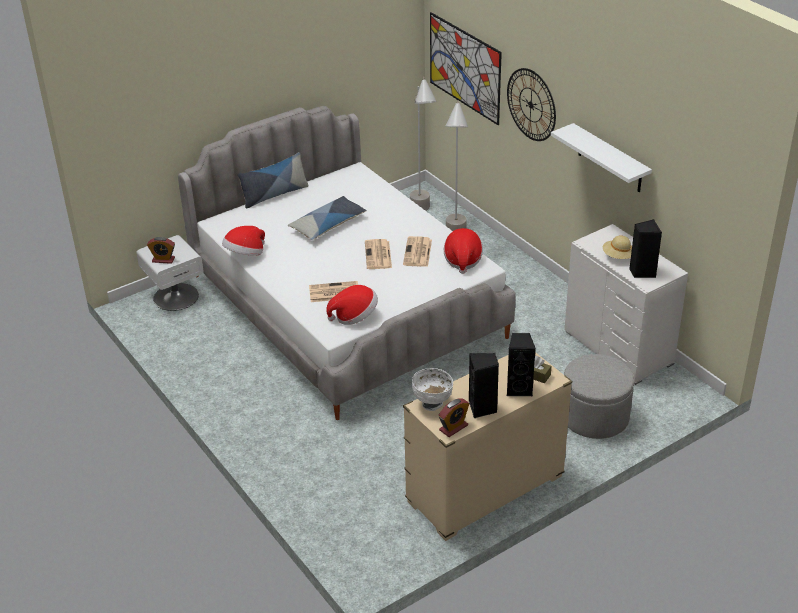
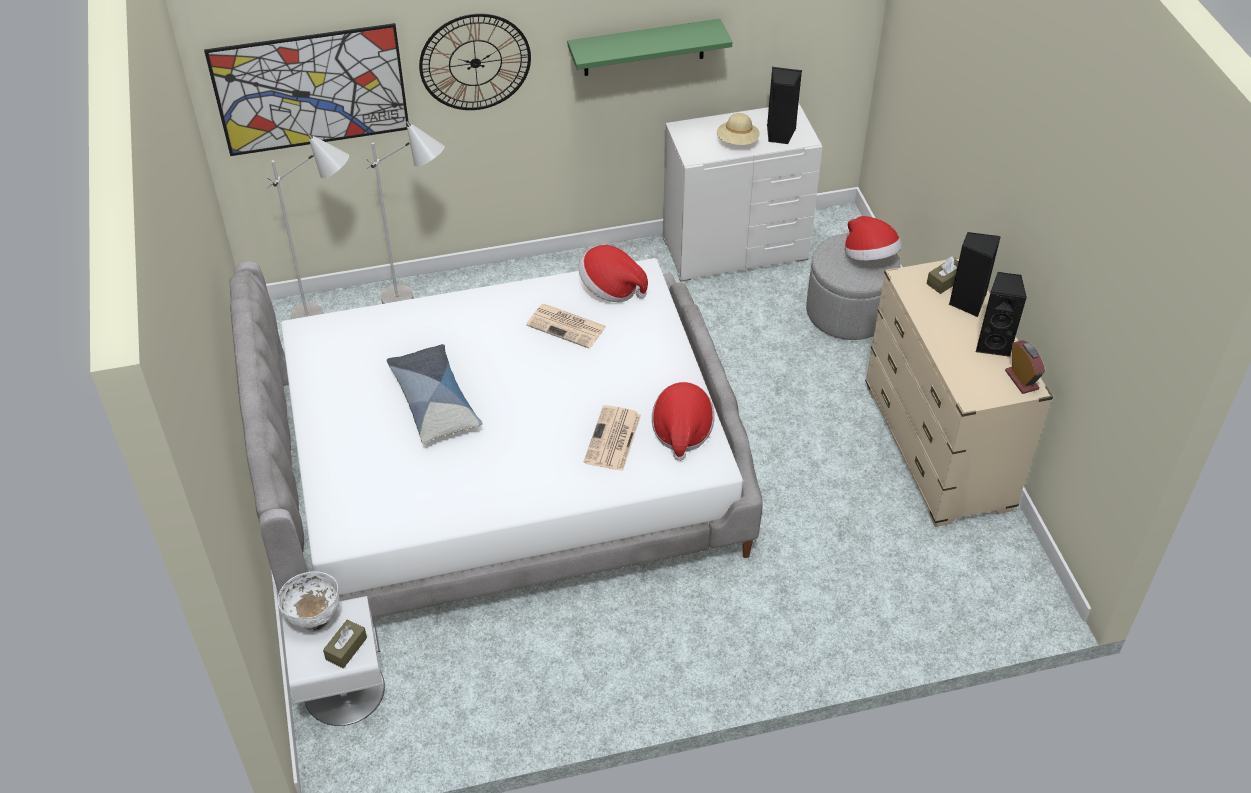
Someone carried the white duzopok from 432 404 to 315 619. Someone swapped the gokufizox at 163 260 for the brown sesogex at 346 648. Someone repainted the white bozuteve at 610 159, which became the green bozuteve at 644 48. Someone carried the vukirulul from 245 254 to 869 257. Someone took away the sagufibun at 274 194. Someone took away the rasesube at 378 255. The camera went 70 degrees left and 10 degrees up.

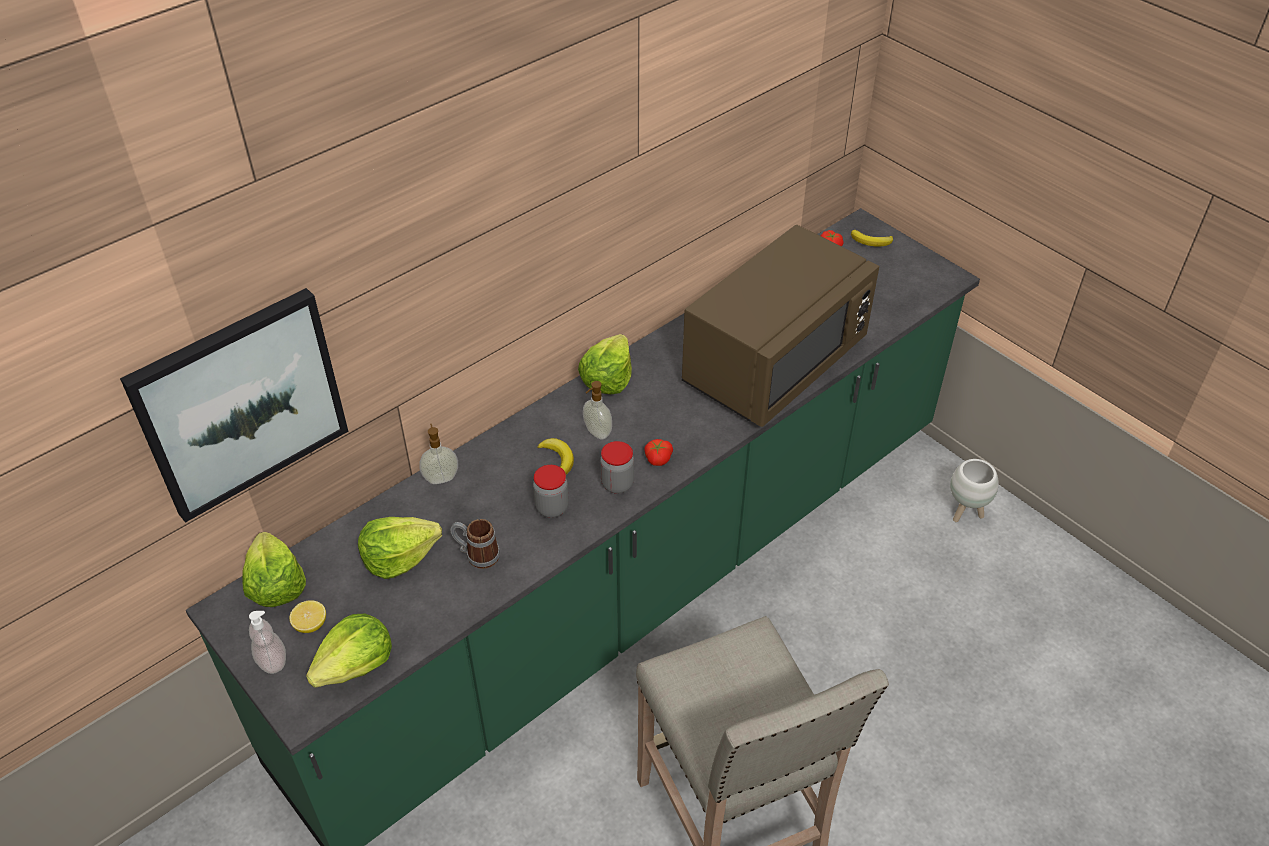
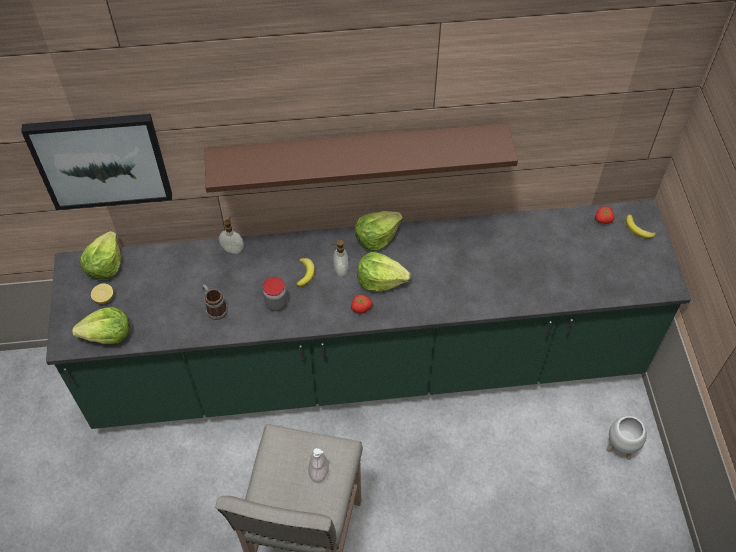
Someone put up the brown bozuteve at 358 153. Someone carried the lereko from 272 661 to 318 472. Someone carried the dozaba from 399 557 to 380 280. Someone took away the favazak at 617 484. Someone took away the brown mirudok at 774 363. The camera went 35 degrees right and 10 degrees up.

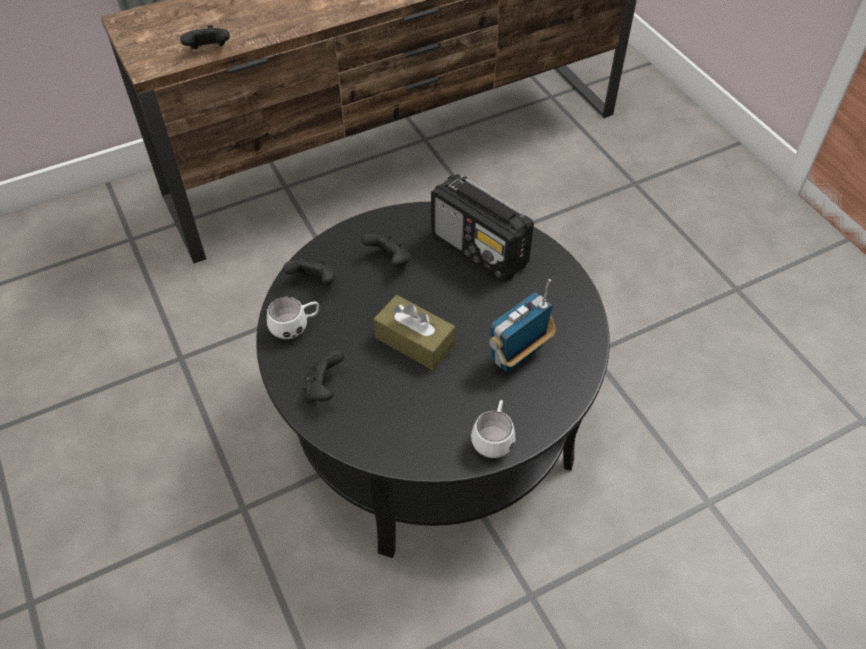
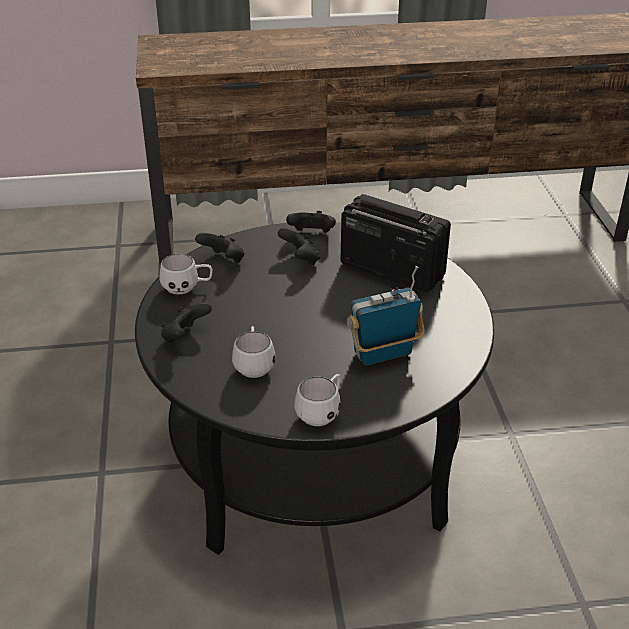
Someone put down the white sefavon at 254 365. Someone carried the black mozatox from 209 51 to 312 235. Someone rotated the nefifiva at 479 250 by 150 degrees clockwise. Someone took away the brown sesogex at 414 341. The camera went 20 degrees right and 15 degrees down.

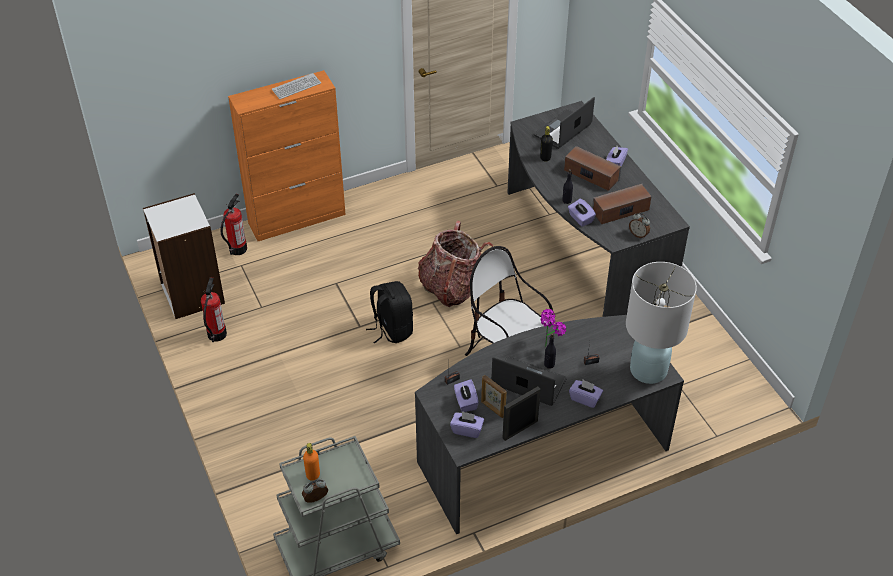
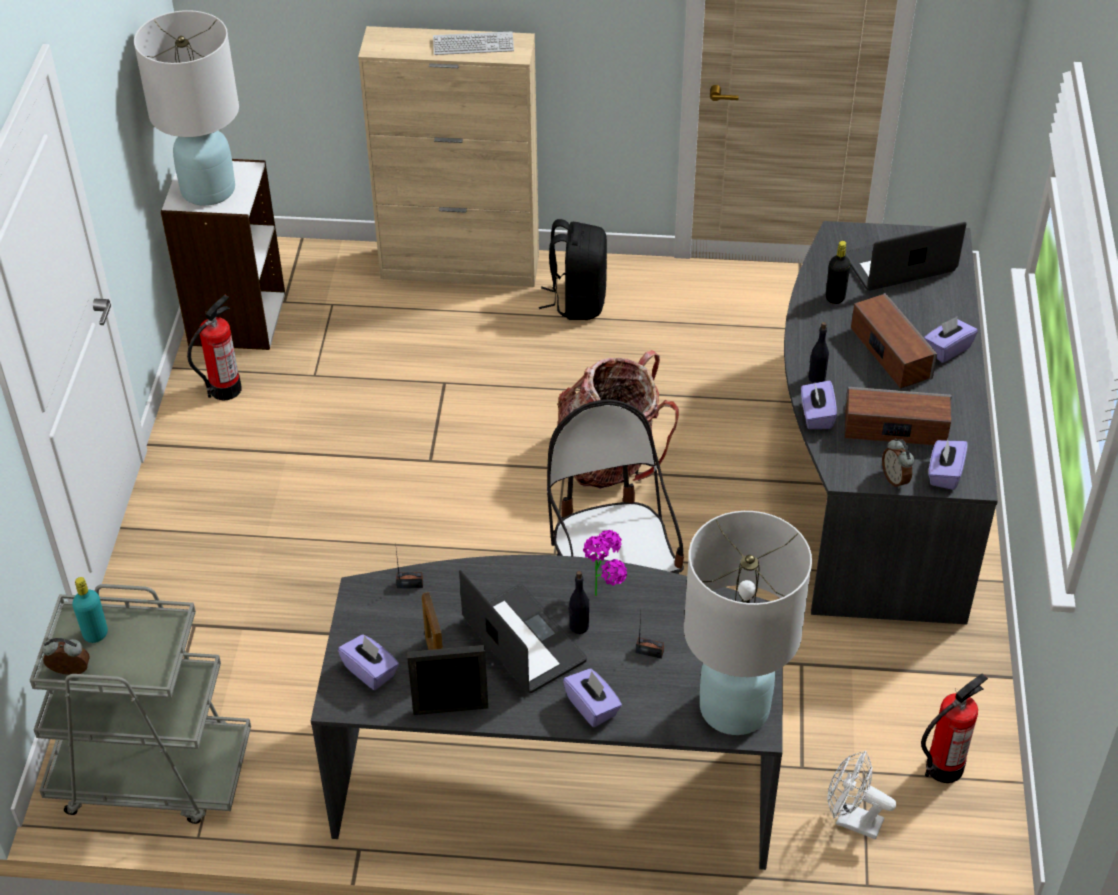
Someone repainted the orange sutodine at 313 475, which became the turquoise sutodine at 95 634. Someone put down the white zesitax at 208 189. Someone repainted the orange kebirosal at 297 218, which became the beige kebirosal at 461 267. Someone carried the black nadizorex from 392 329 to 577 301. Someone put down the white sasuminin at 851 820. Someone carried the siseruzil from 237 249 to 944 767. Someone carried the purple sesogex from 465 402 to 944 474. The camera went 30 degrees right and 0 degrees up.

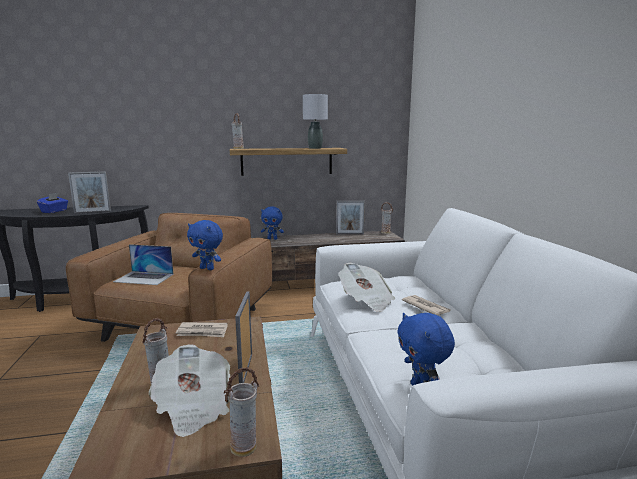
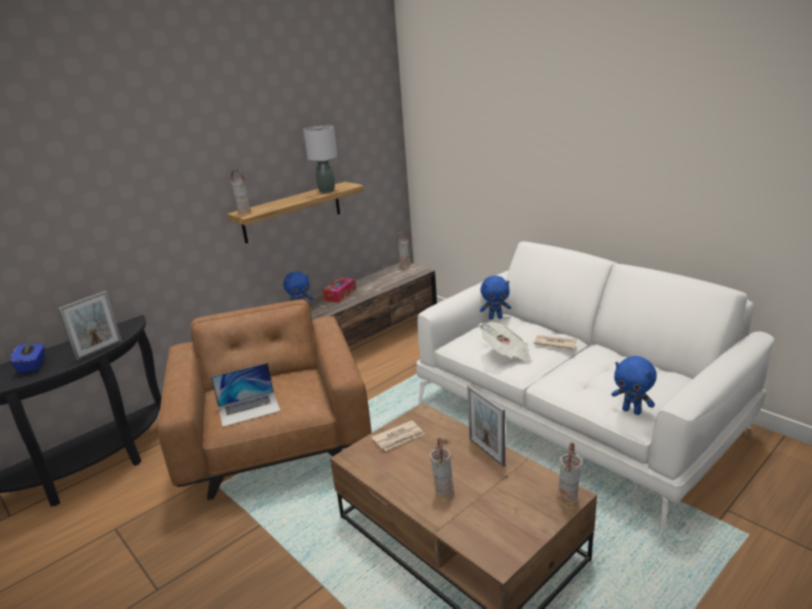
Someone put down the sesogex at 340 294. Someone carried the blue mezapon from 207 268 to 495 318. Someone took away the rasesube at 193 407. Someone took away the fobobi at 349 234. The camera went 30 degrees left and 10 degrees up.

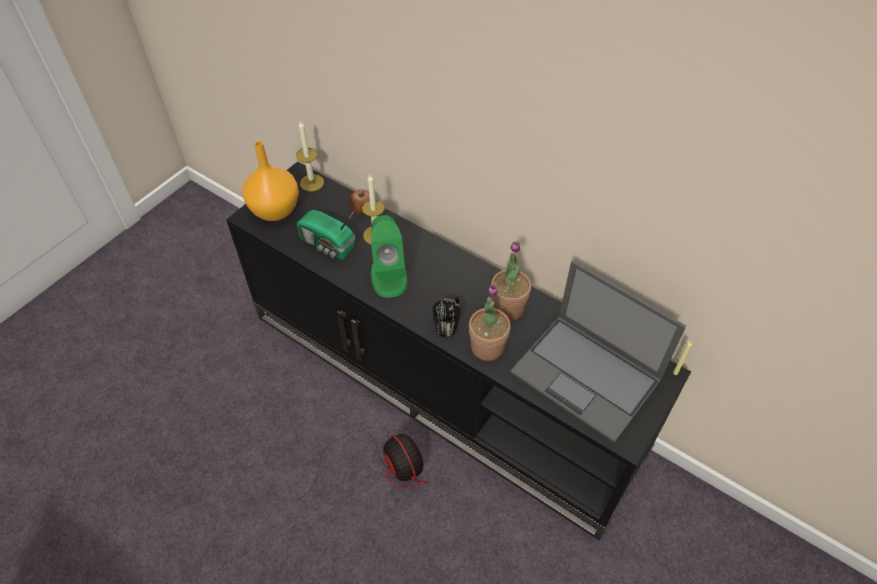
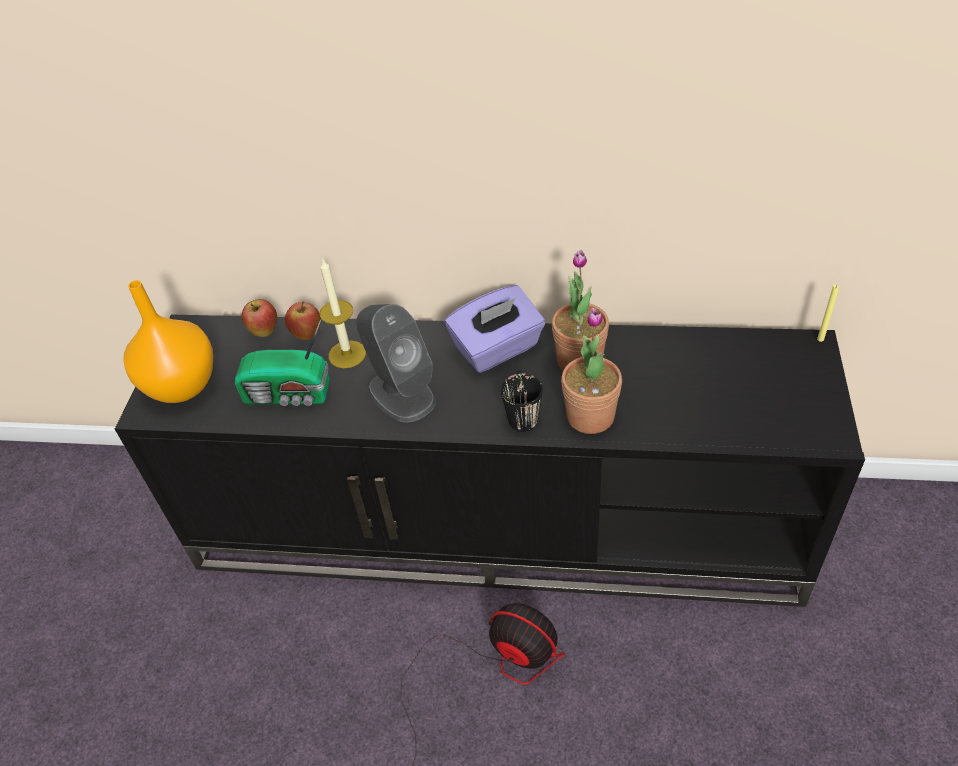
Someone put down the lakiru at 264 332. Someone repainted the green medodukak at 389 276, which became the grey medodukak at 401 393. Someone put down the purple sesogex at 497 349. Someone took away the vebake at 312 183. Someone took away the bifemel at 587 376. The camera went 25 degrees left and 5 degrees down.

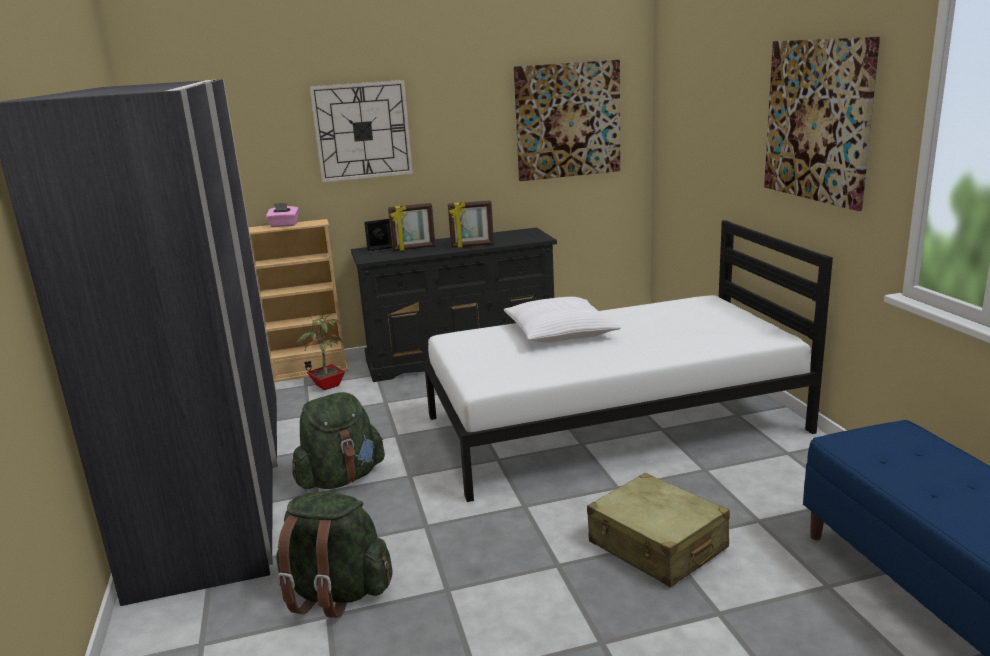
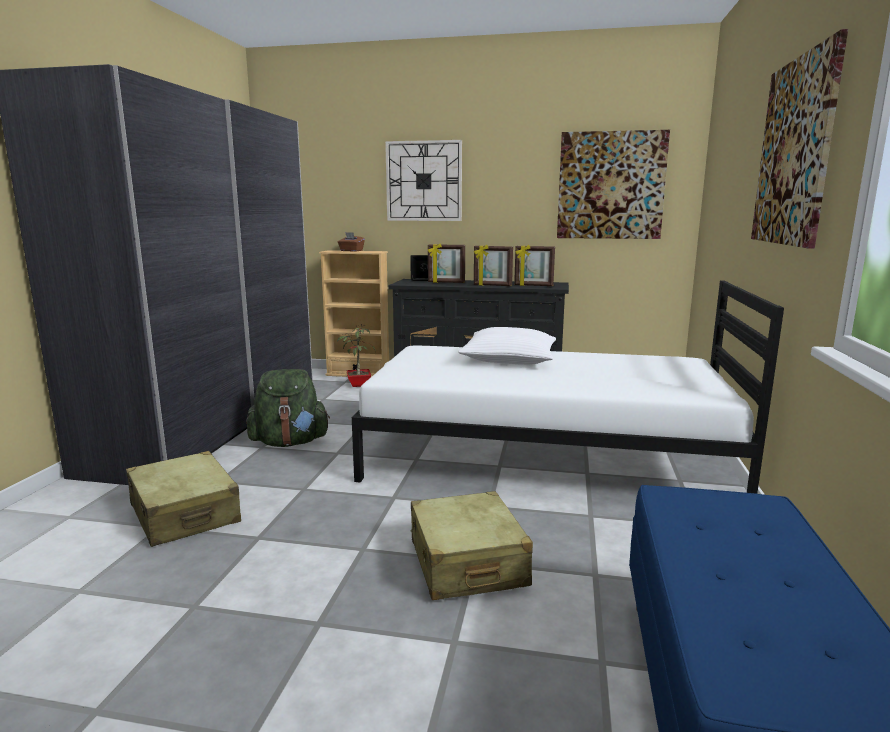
Someone swapped the green nadizorex at 335 593 for the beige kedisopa at 185 514. Someone repainted the pink sesogex at 284 225, which became the brown sesogex at 351 251. Someone put down the fobobi at 533 285. The camera went 25 degrees right and 5 degrees down.

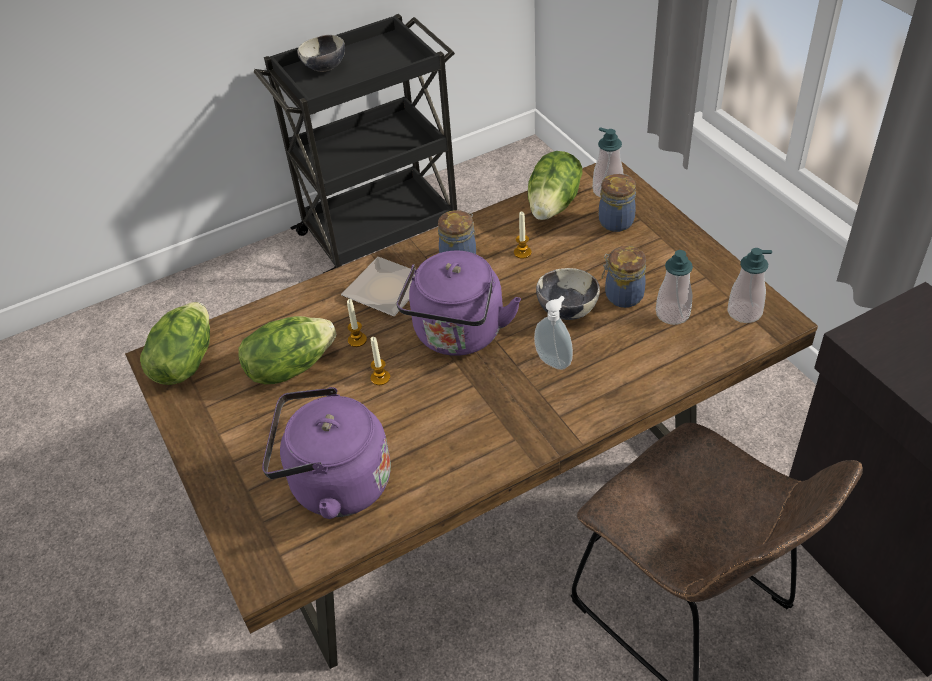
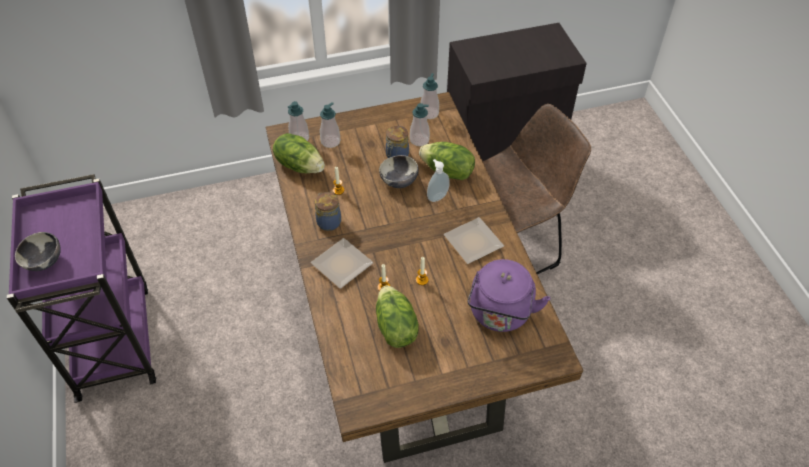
Someone repainted the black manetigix at 381 231, which became the purple manetigix at 114 339. Someone swapped the favazak at 616 221 for the lereko at 330 141. Someone carried the dozaba from 184 362 to 447 172. Someone put down the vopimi at 471 242. Someone took away the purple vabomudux at 458 336. The camera went 80 degrees left and 5 degrees up.

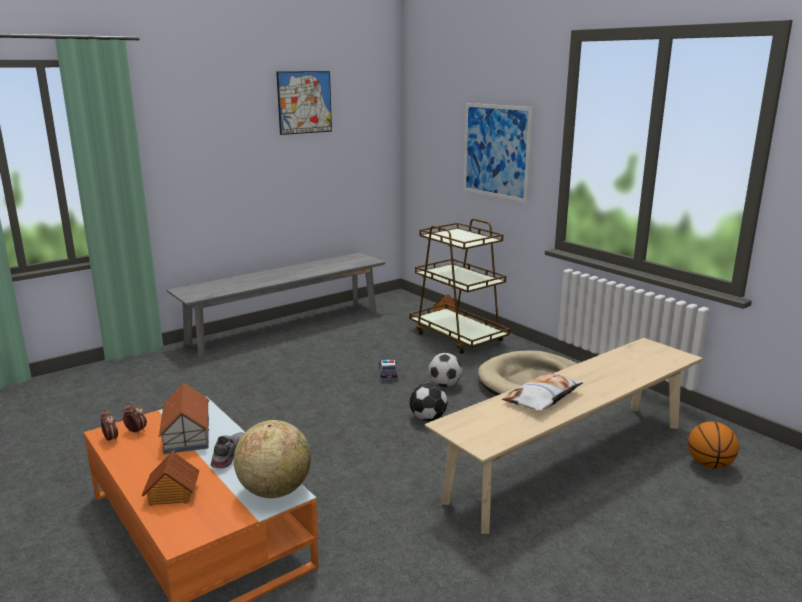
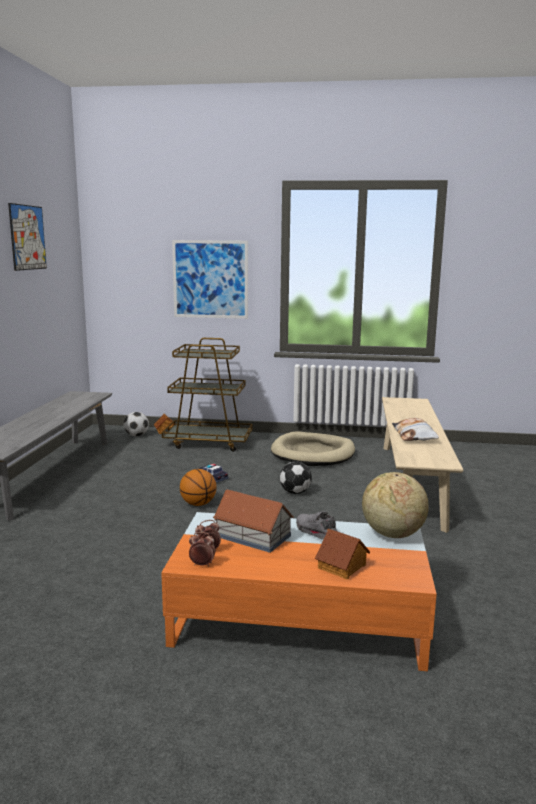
Someone carried the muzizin from 444 385 to 136 435. Someone carried the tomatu from 709 465 to 198 504. The camera went 45 degrees left and 5 degrees down.

